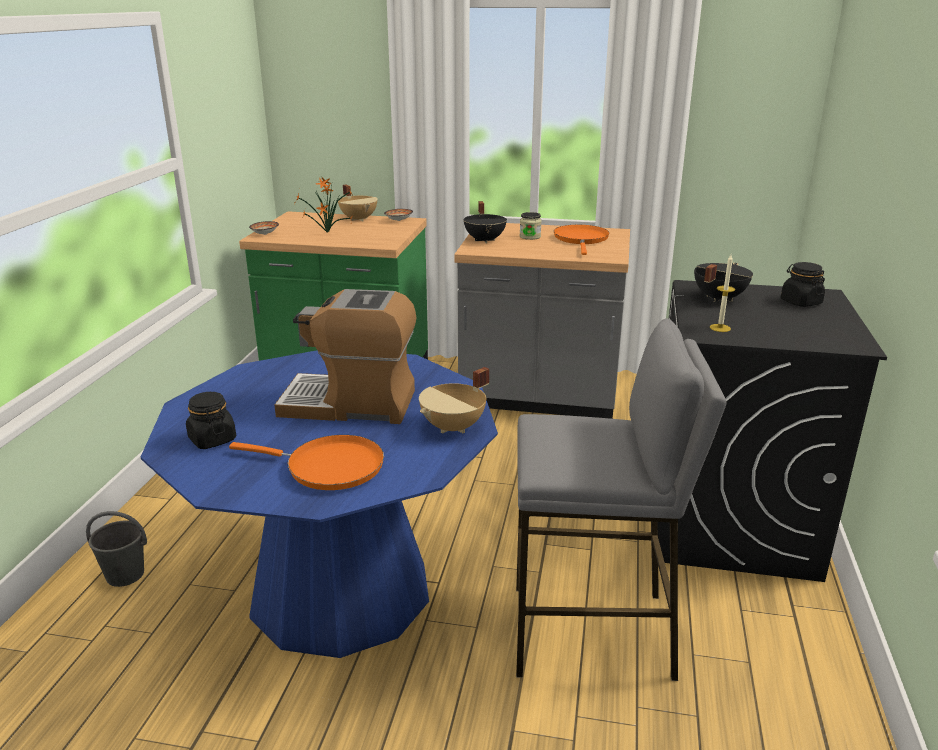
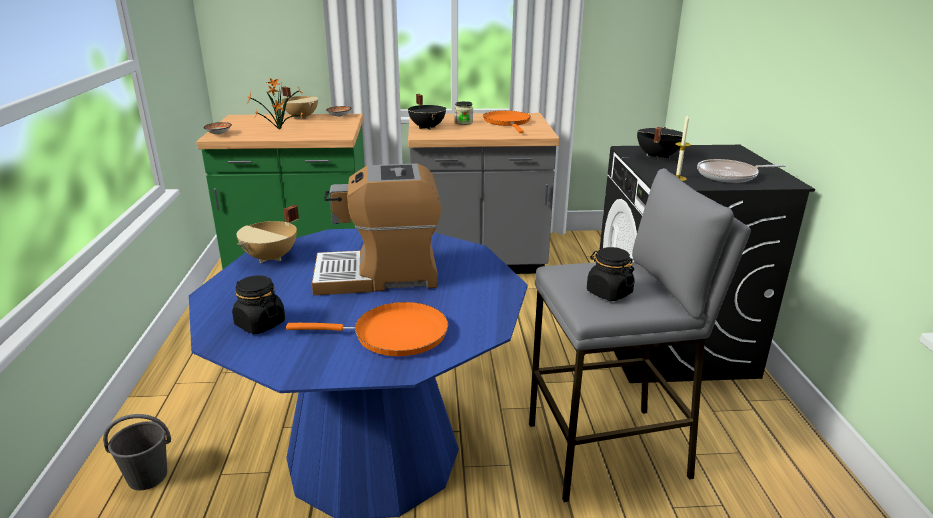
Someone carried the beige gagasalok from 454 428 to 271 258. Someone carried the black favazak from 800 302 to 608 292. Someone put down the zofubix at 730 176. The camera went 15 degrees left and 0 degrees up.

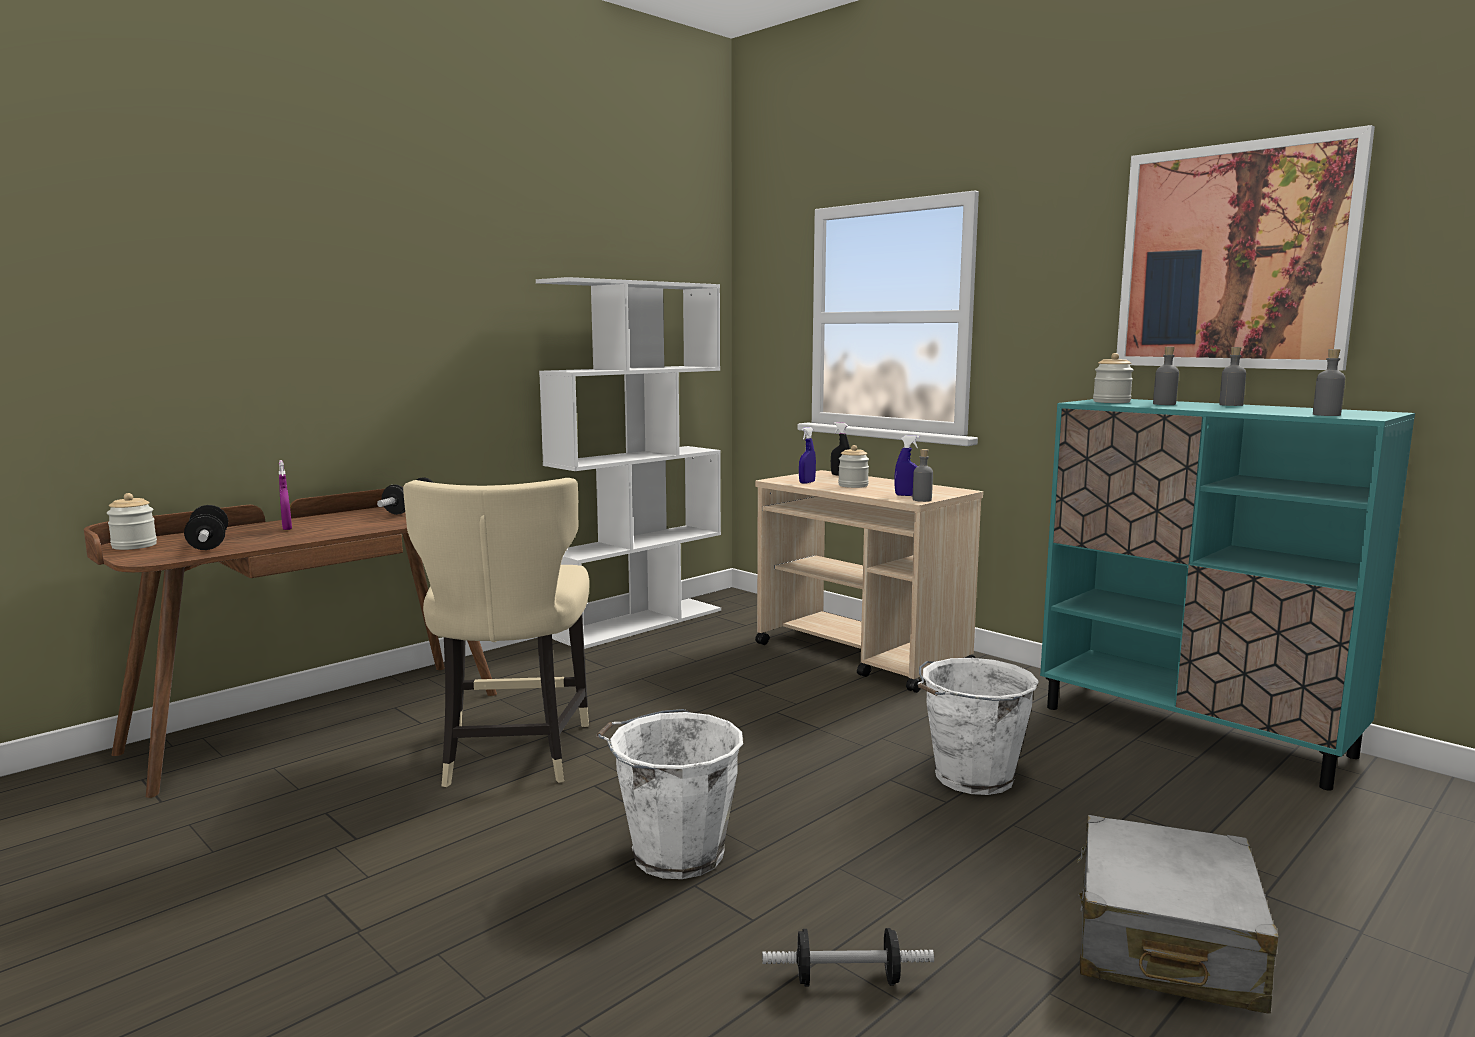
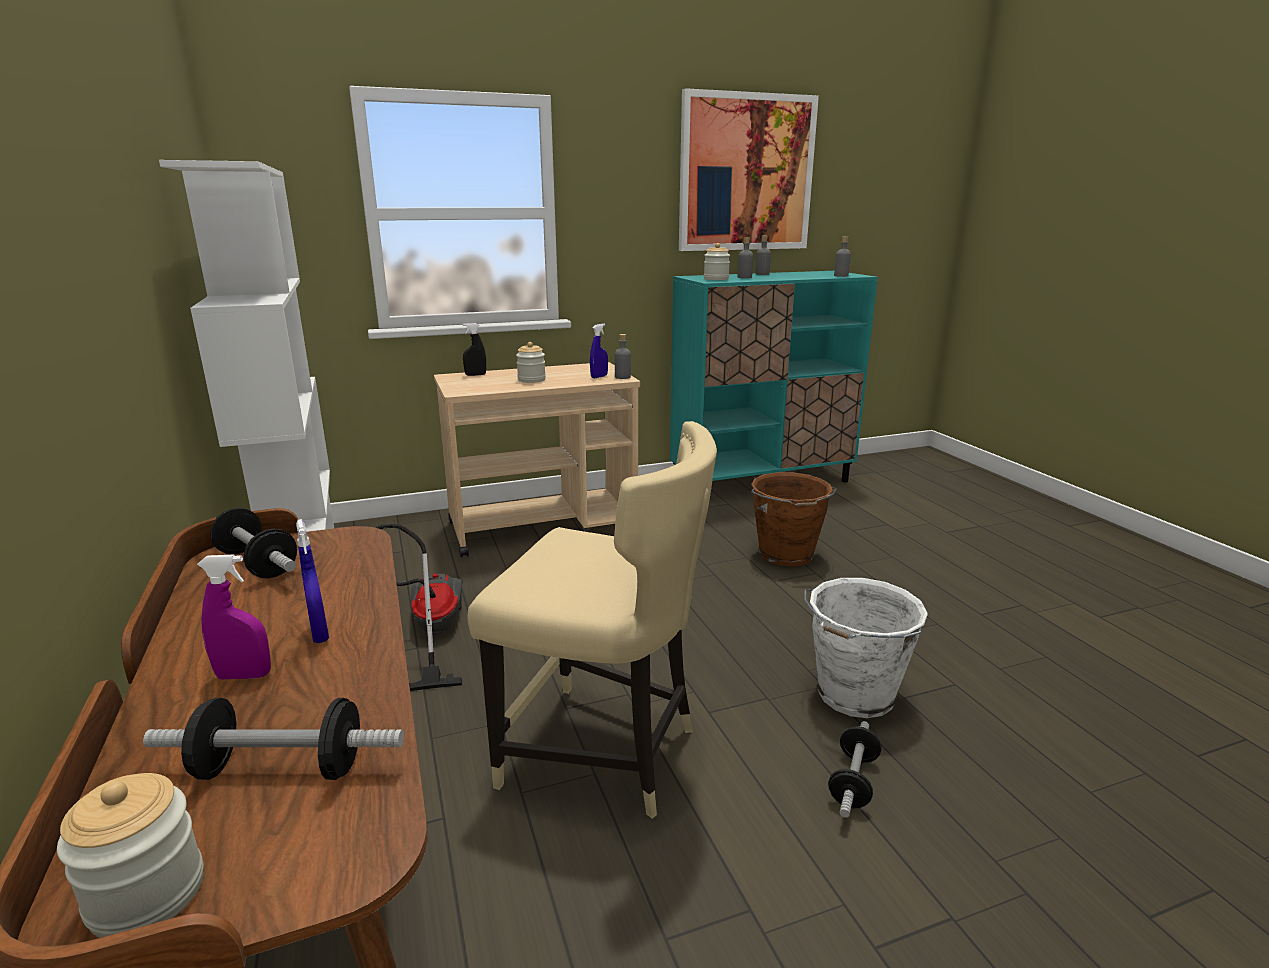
Someone carried the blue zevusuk from 807 482 to 320 634. Someone put down the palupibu at 430 633. Someone repainted the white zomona at 971 778, which became the brown zomona at 786 555. Someone carried the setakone from 847 980 to 853 782. Someone took away the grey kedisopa at 1164 941. The camera went 65 degrees left and 10 degrees up.

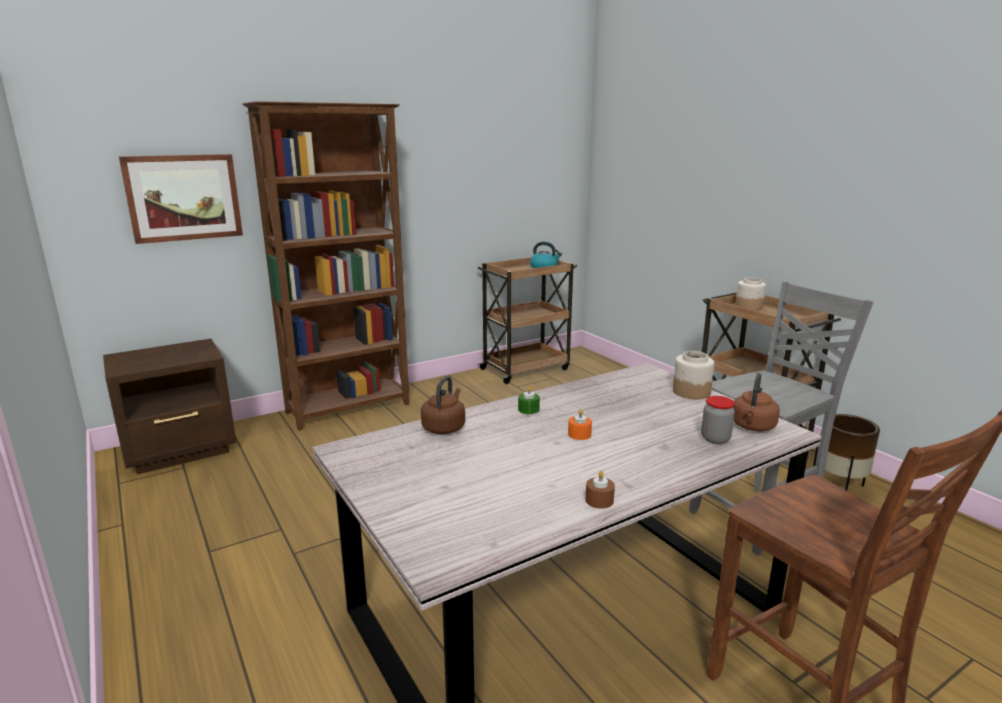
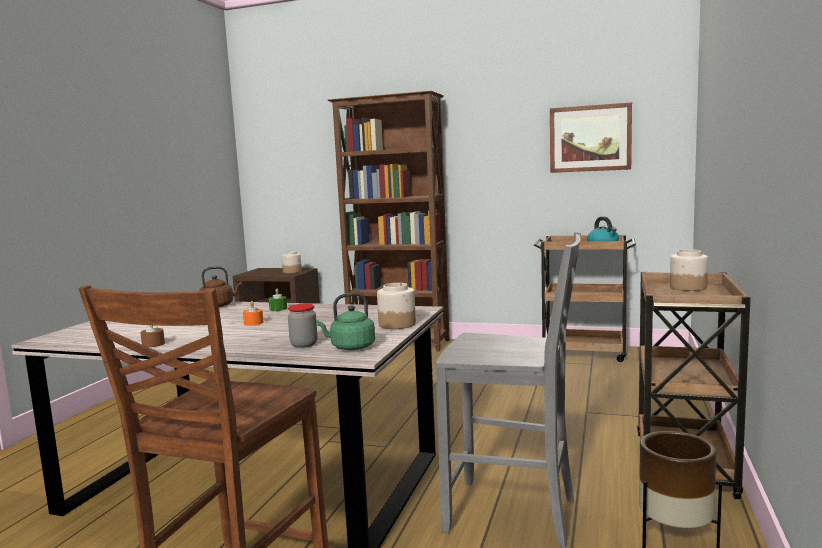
Someone put down the favazak at 292 272. Someone repainted the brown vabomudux at 752 427, which became the green vabomudux at 350 347. Someone carried the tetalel from 183 197 to 590 138. The camera went 50 degrees right and 10 degrees down.

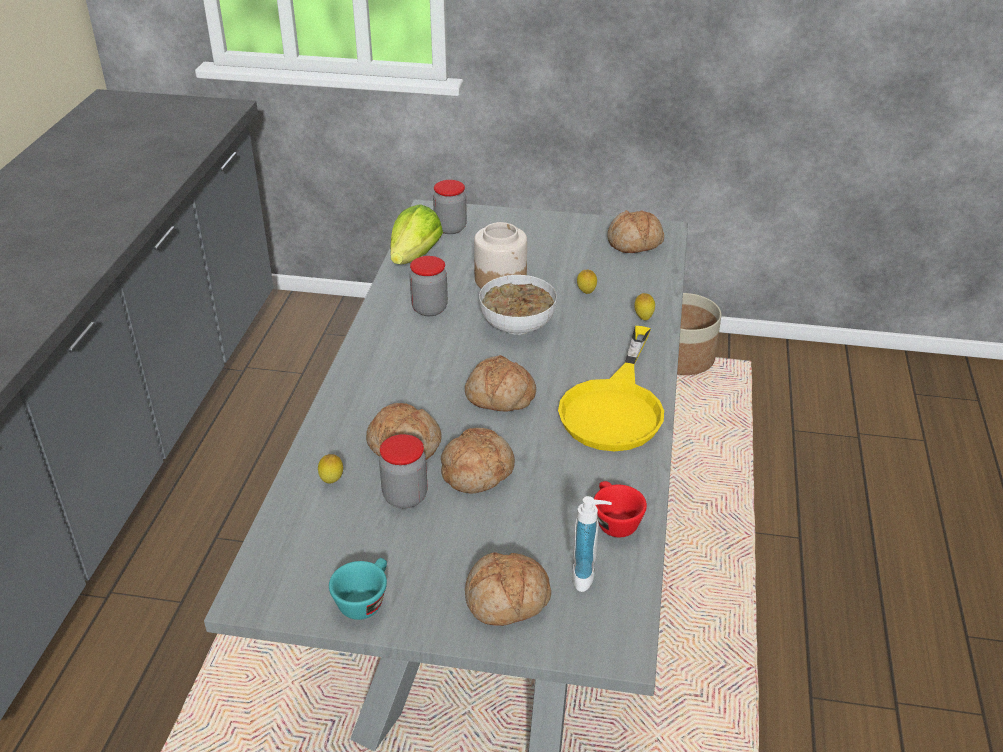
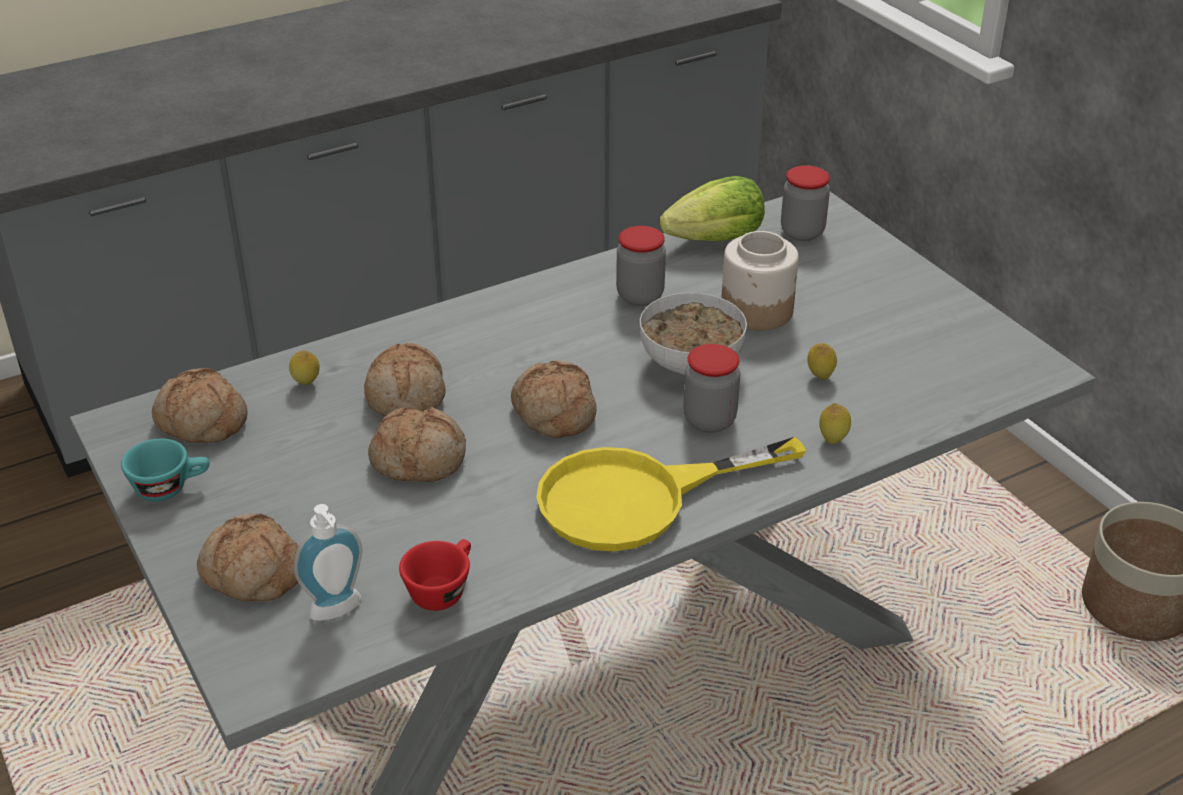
Someone carried the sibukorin from 635 243 to 201 422. Someone carried the favazak from 405 496 to 709 420. The camera went 50 degrees right and 0 degrees up.

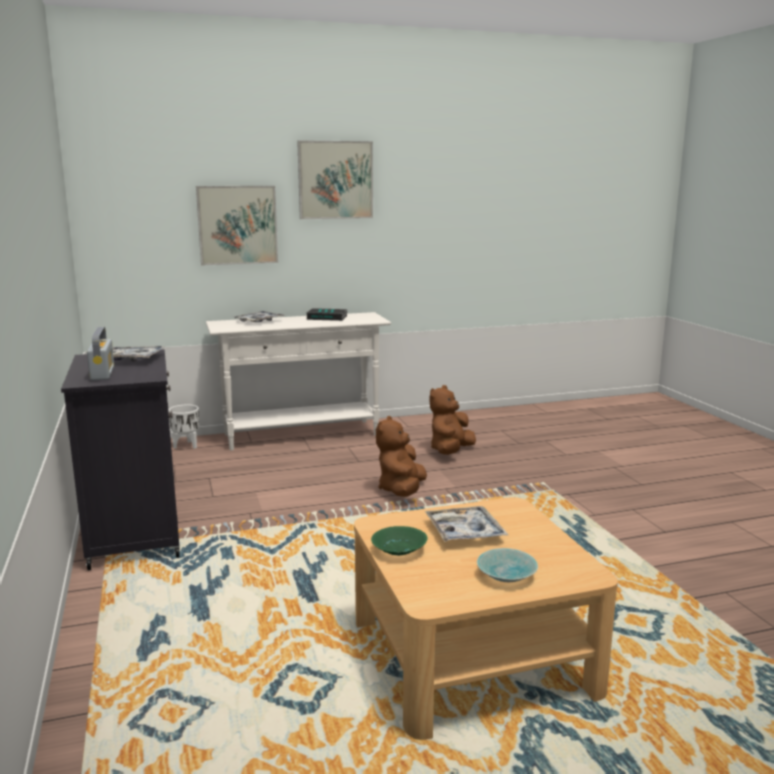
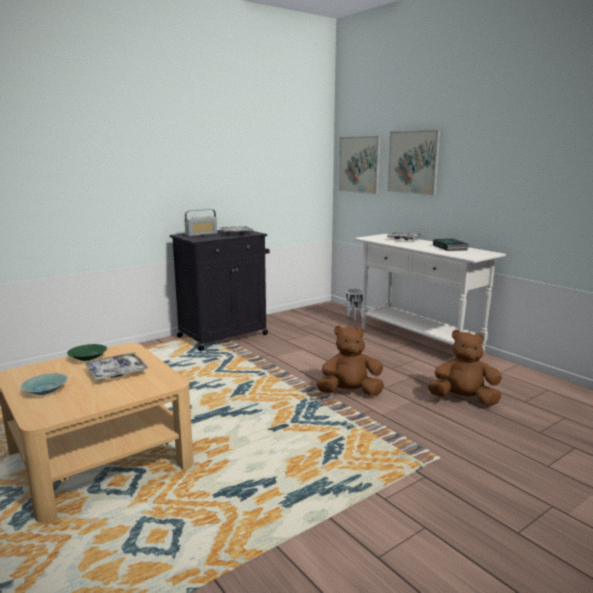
Someone carried the tetalel from 335 180 to 359 164. The camera went 70 degrees right and 0 degrees up.

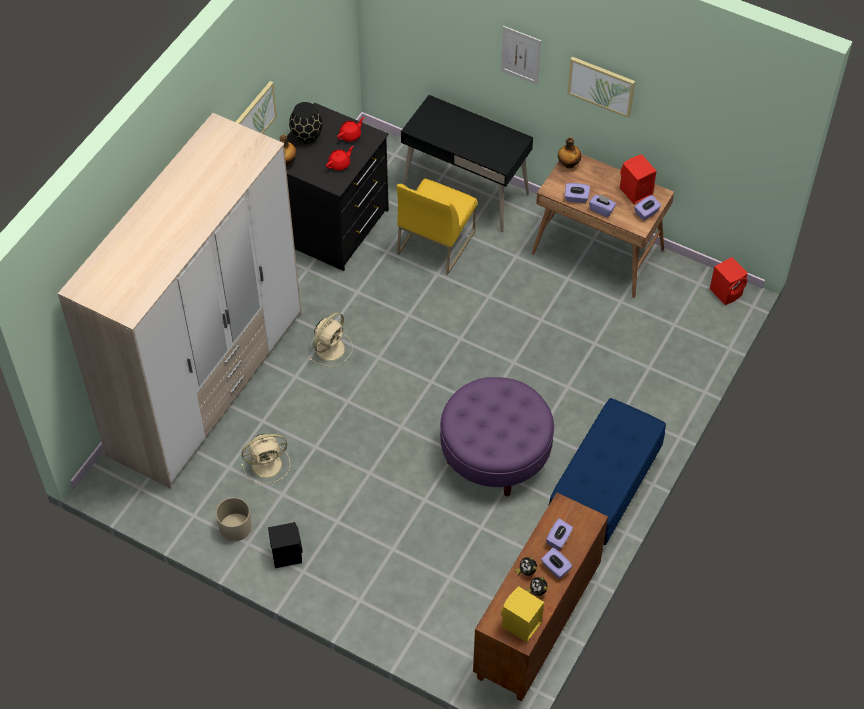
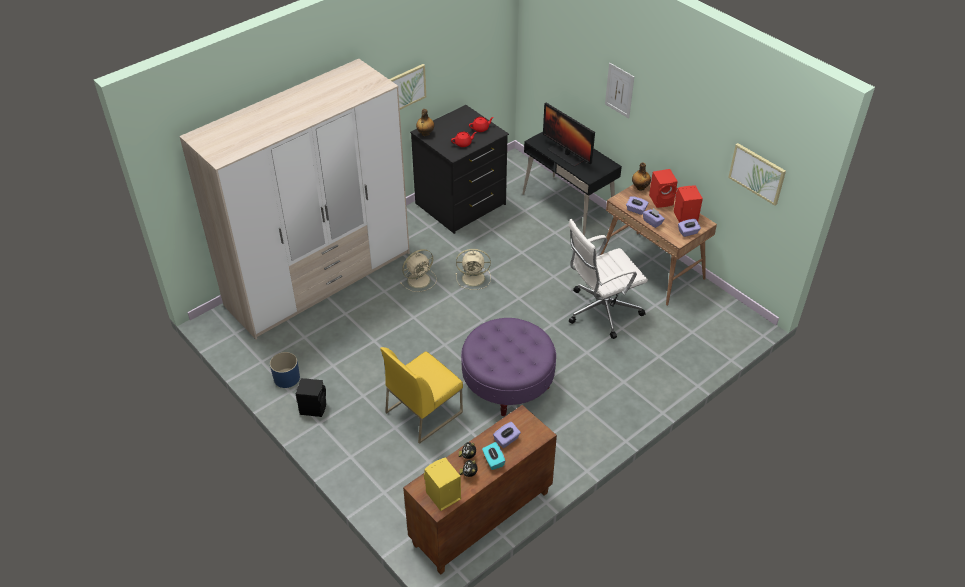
Someone repainted the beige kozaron at 235 527, which became the blue kozaron at 287 378. Someone carried the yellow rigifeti from 435 242 to 424 411. Someone carried the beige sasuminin from 268 464 to 474 278. Someone repainted the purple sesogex at 555 568, which became the turquoise sesogex at 493 461. Someone put down the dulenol at 566 154. Someone put down the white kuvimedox at 601 311. Someone carried the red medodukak from 727 292 to 662 200. Someone carried the tetalel from 601 86 to 757 173. Someone took away the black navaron at 307 135. Someone took away the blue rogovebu at 604 491. The camera went 20 degrees right and 10 degrees down.

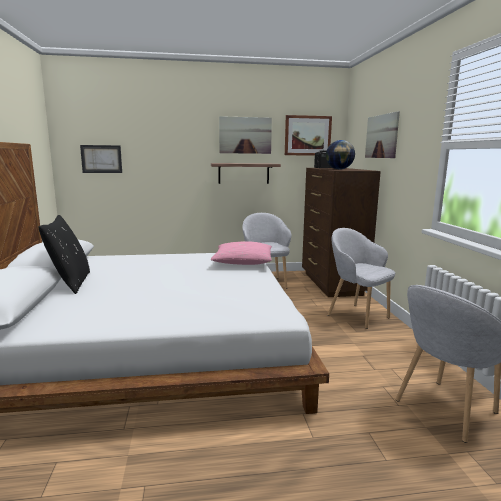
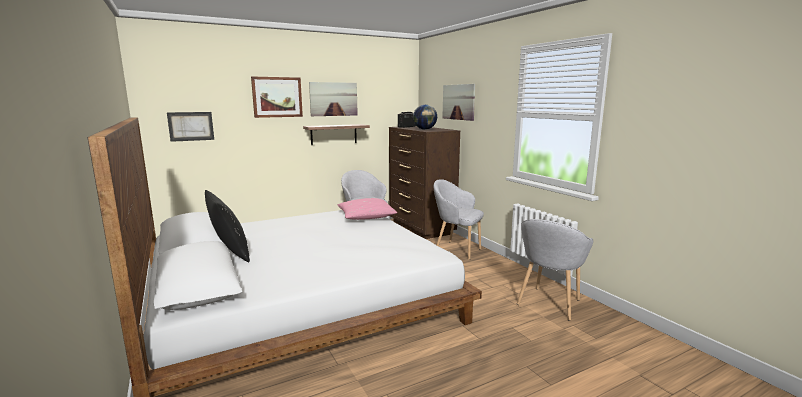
Someone carried the tetalel from 307 135 to 277 97. The camera went 20 degrees left and 0 degrees up.

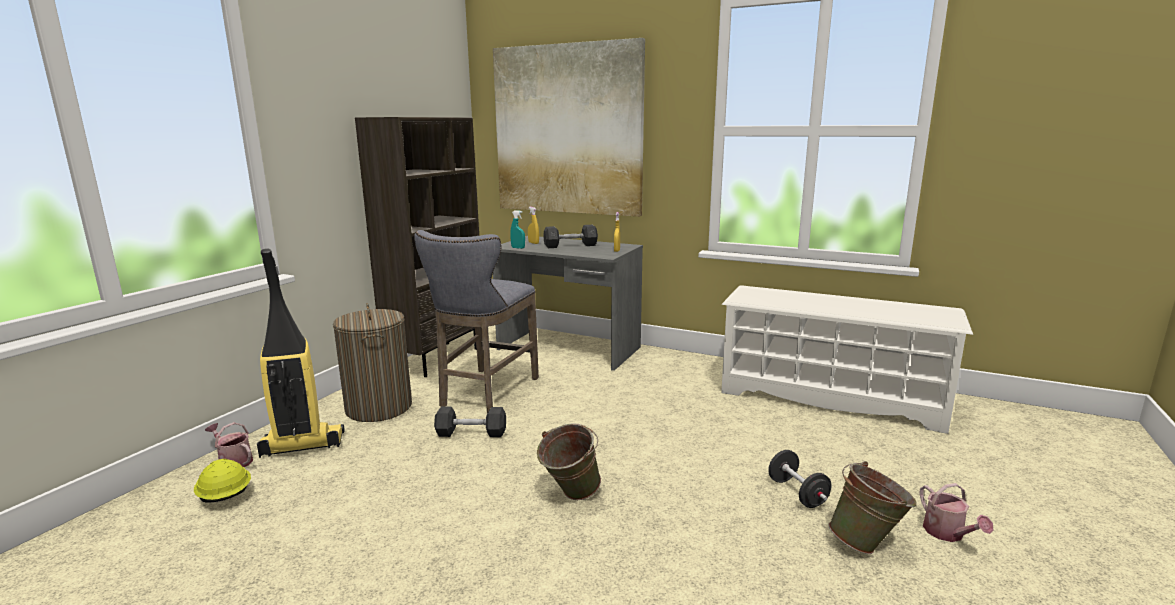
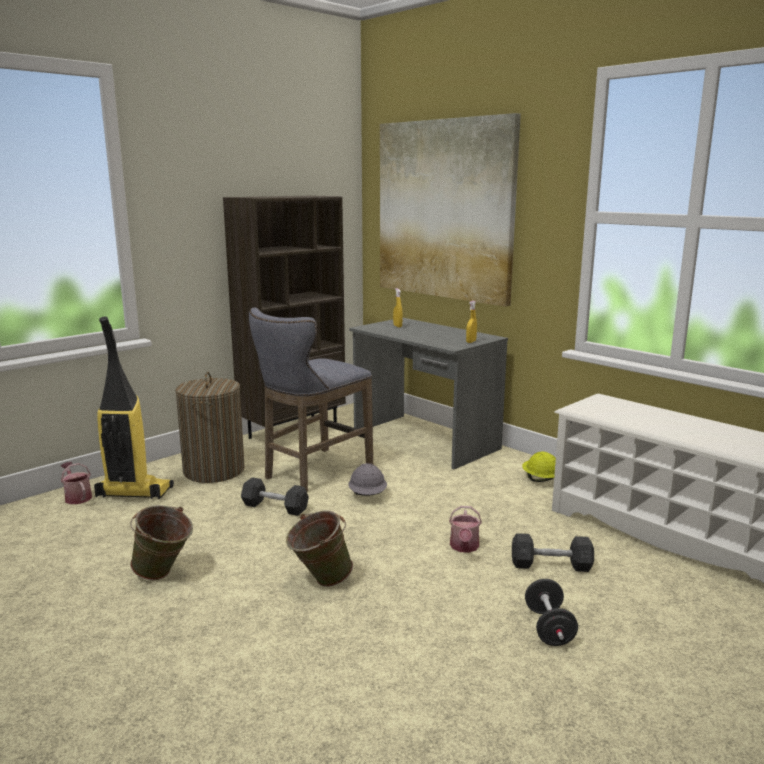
Someone carried the green zomona from 867 544 to 164 575. Someone put down the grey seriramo at 368 495. Someone carried the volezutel from 947 534 to 464 547. Someone carried the grey setakone from 570 246 to 551 565. Someone carried the yellow seriramo from 225 496 to 540 480. Someone took away the turquoise zevusuk at 518 248. The camera went 20 degrees right and 0 degrees up.

